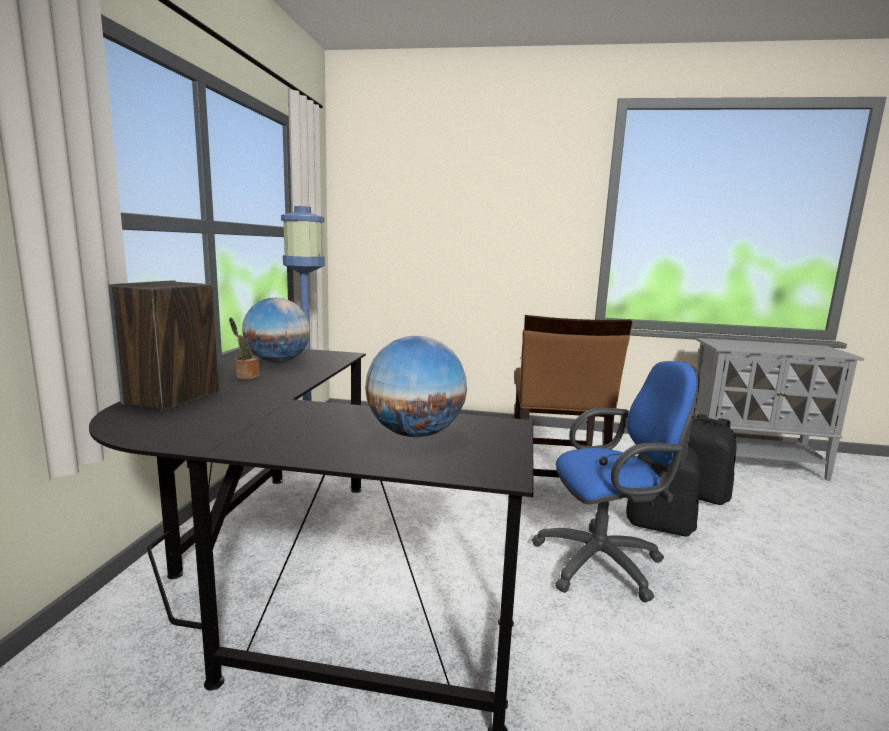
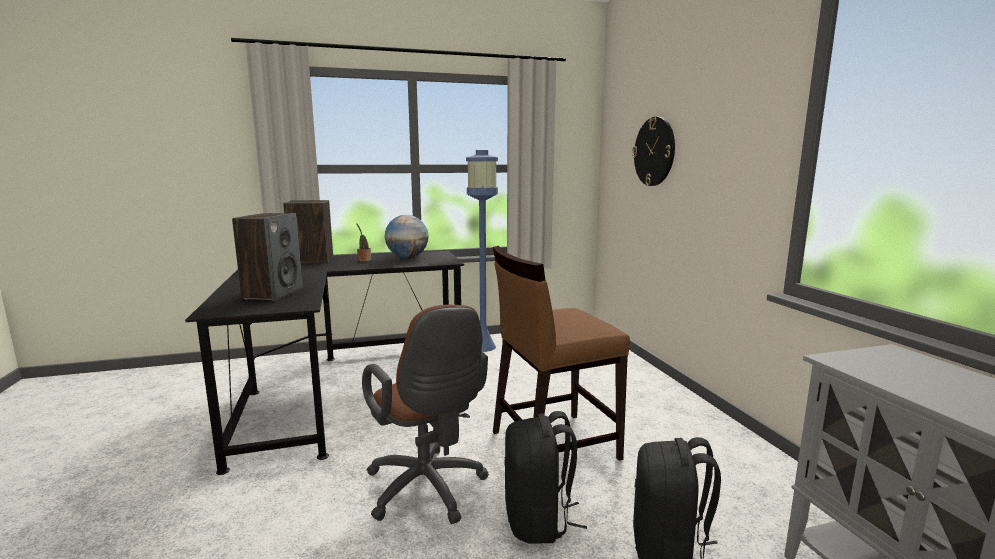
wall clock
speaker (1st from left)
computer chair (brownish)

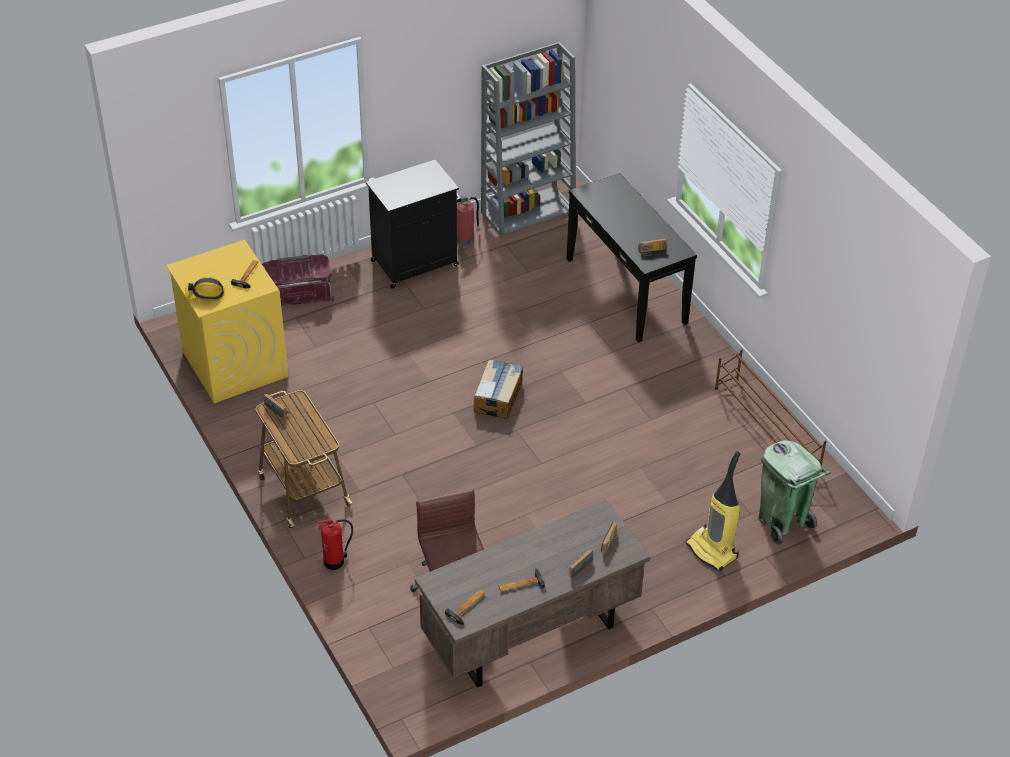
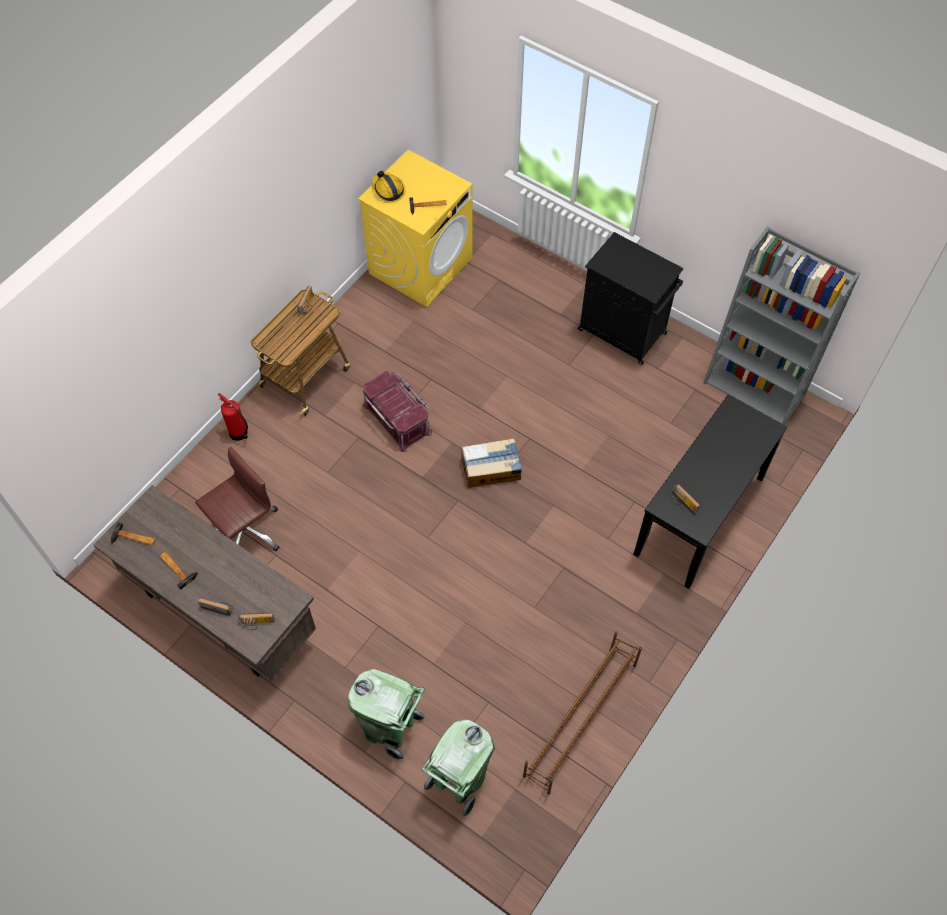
fire-fighting cylinder (2nd from left in the first image)
storage bin (red-coloured)
trash can (green) (1st from left)

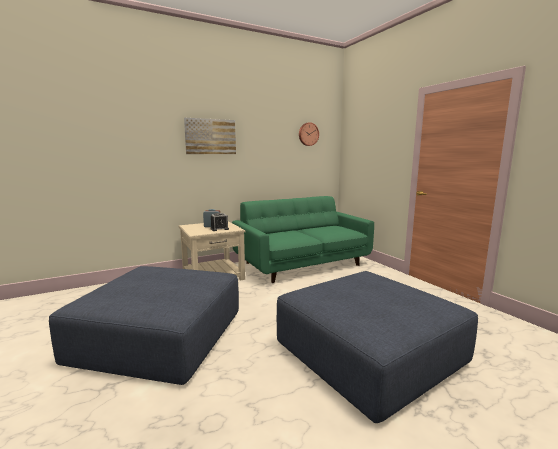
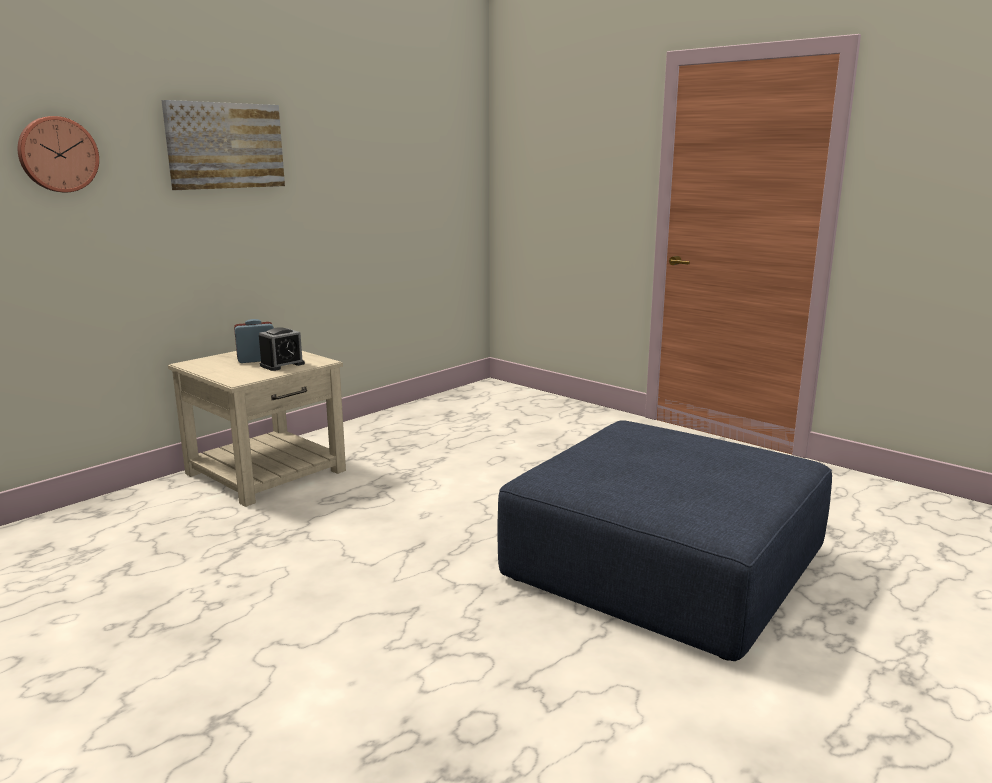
pouffe (blue) (1st from left in the first image)
settee (green)
wall clock

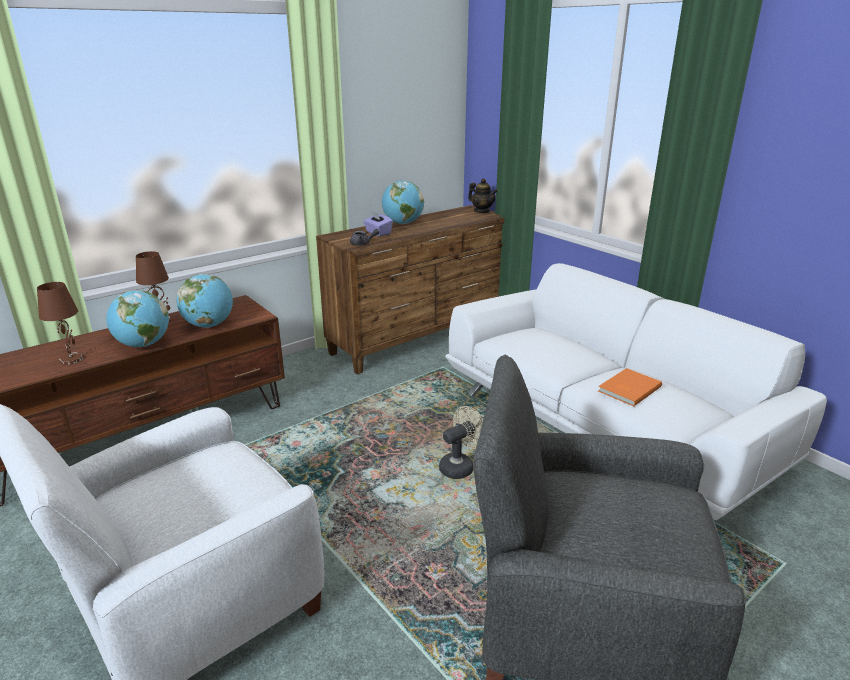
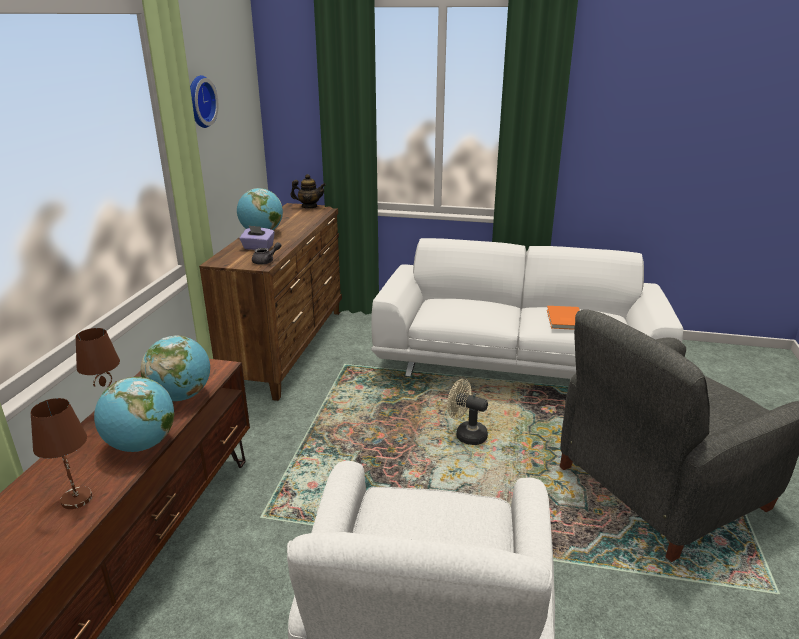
wall clock
fan (beige)

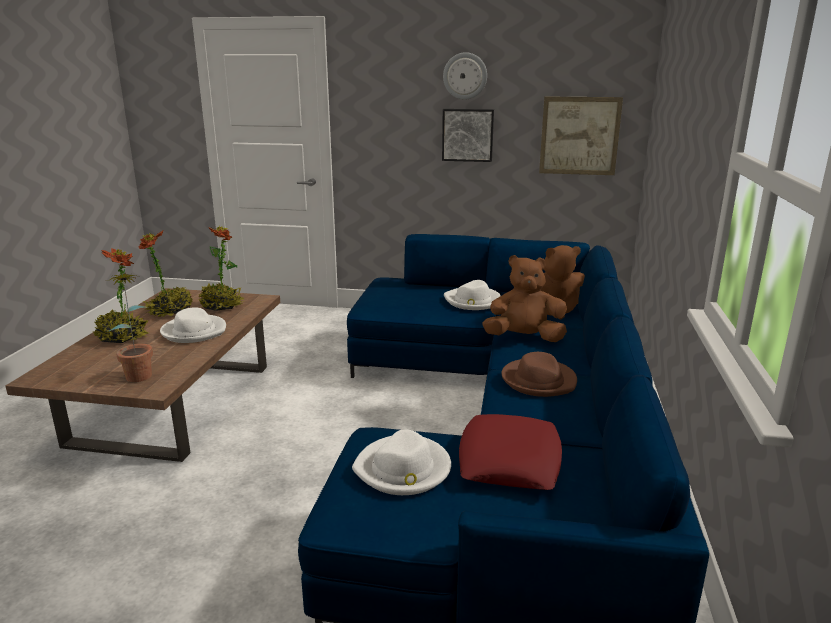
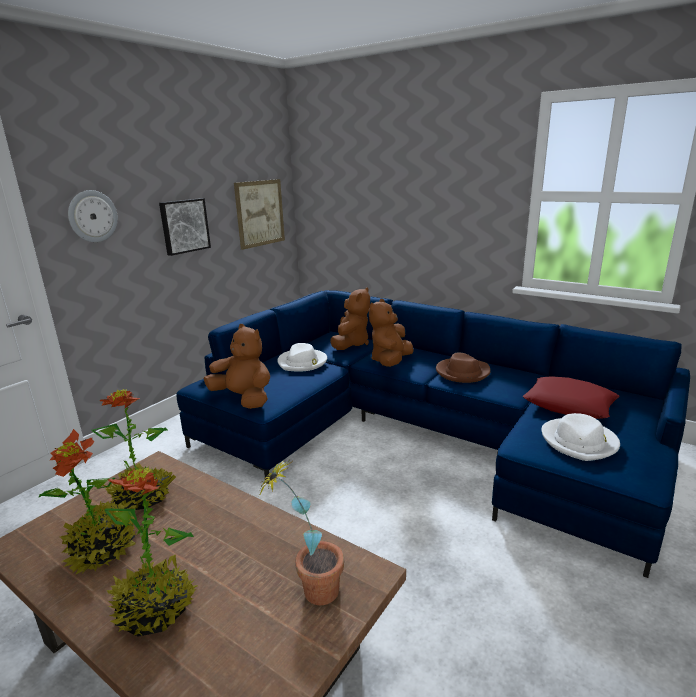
clothing hat (whitish) (1st from left in the first image)
plush toy (brownish) (1st from left)
wall clock

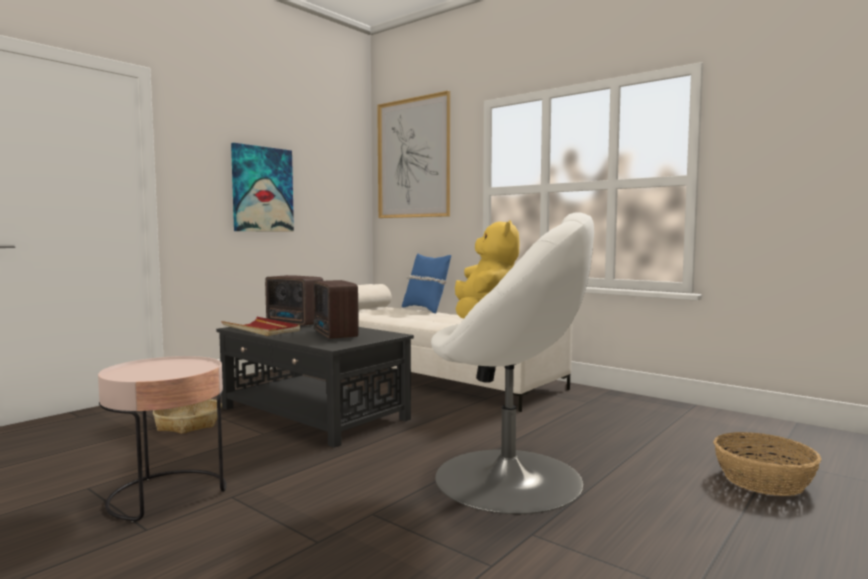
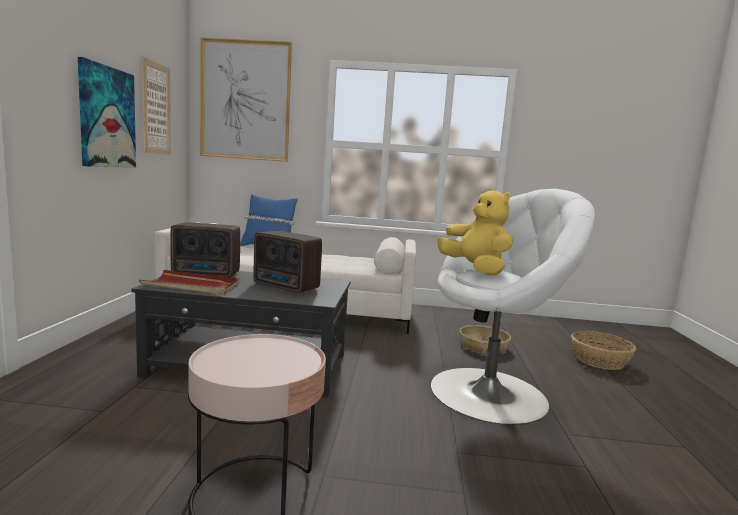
picture (2nd from left)
household basket (1st from left)

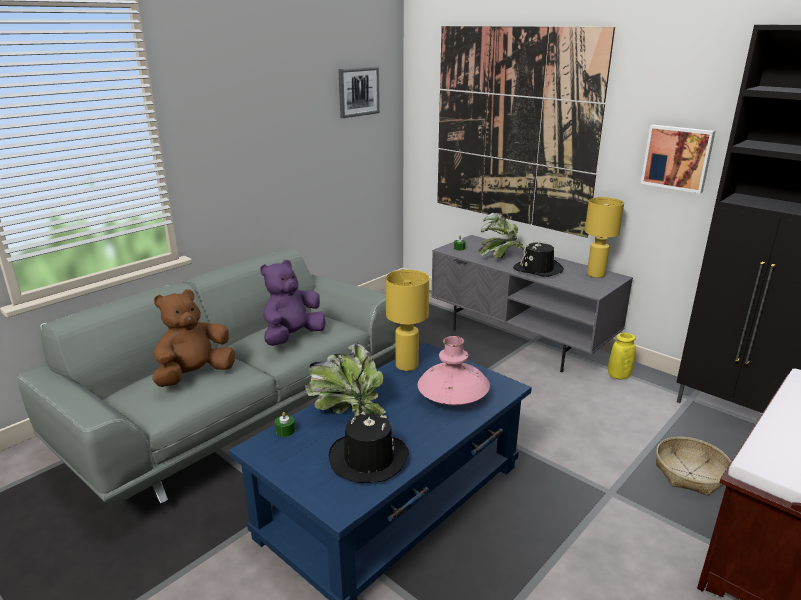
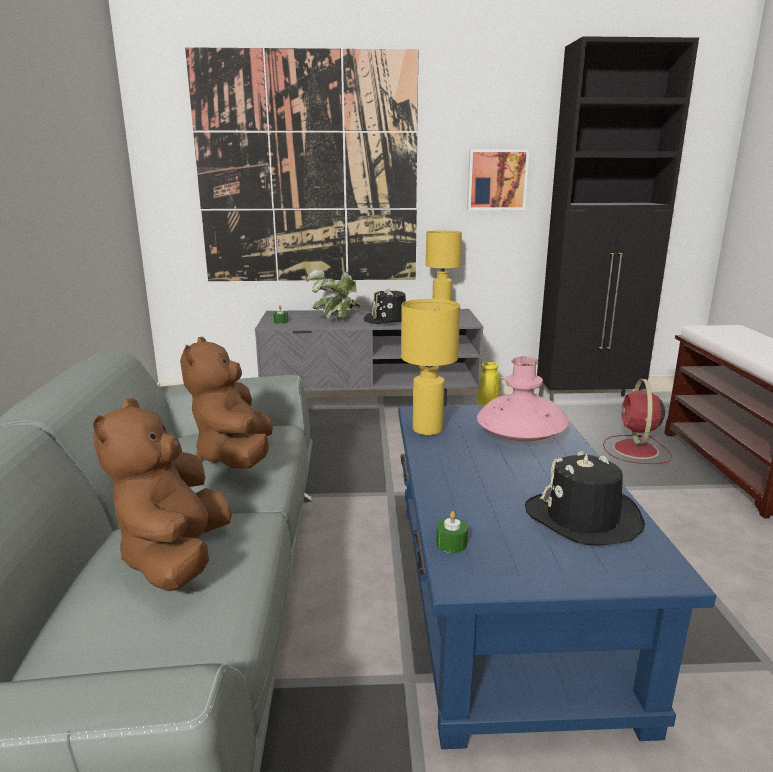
plant in a pot (1st from left in the first image)
picture (1st from left in the first image)
fan (red-coloured)
plush toy (brownish) (2nd from left)

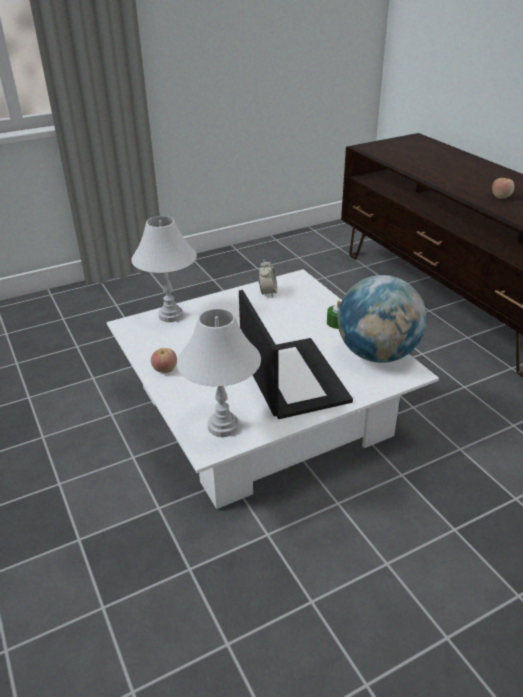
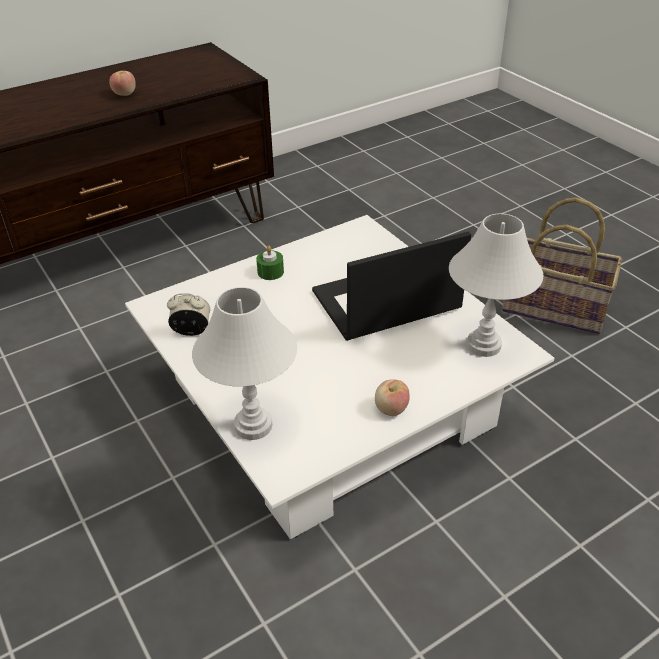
world globe
household basket

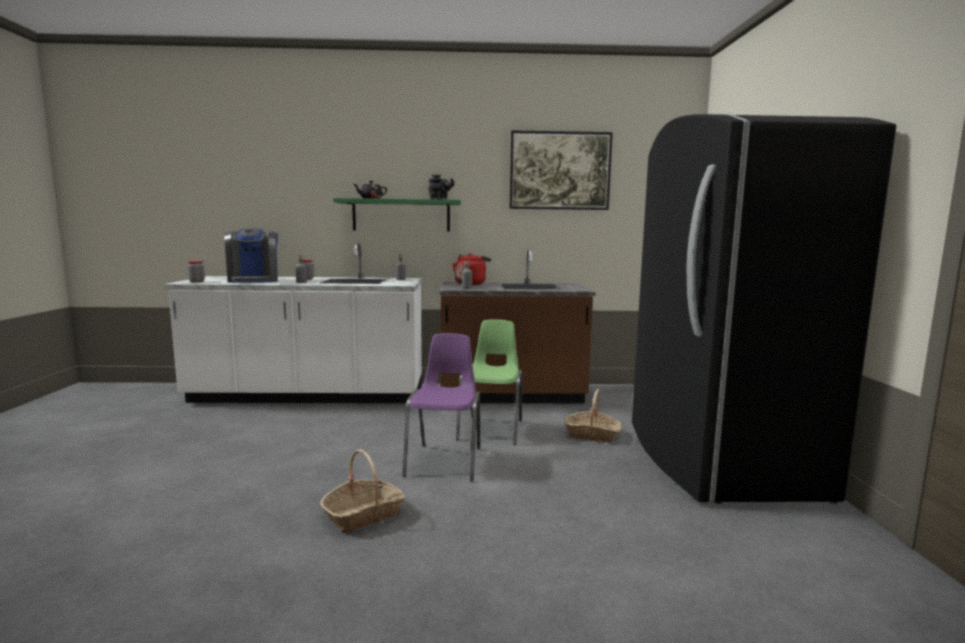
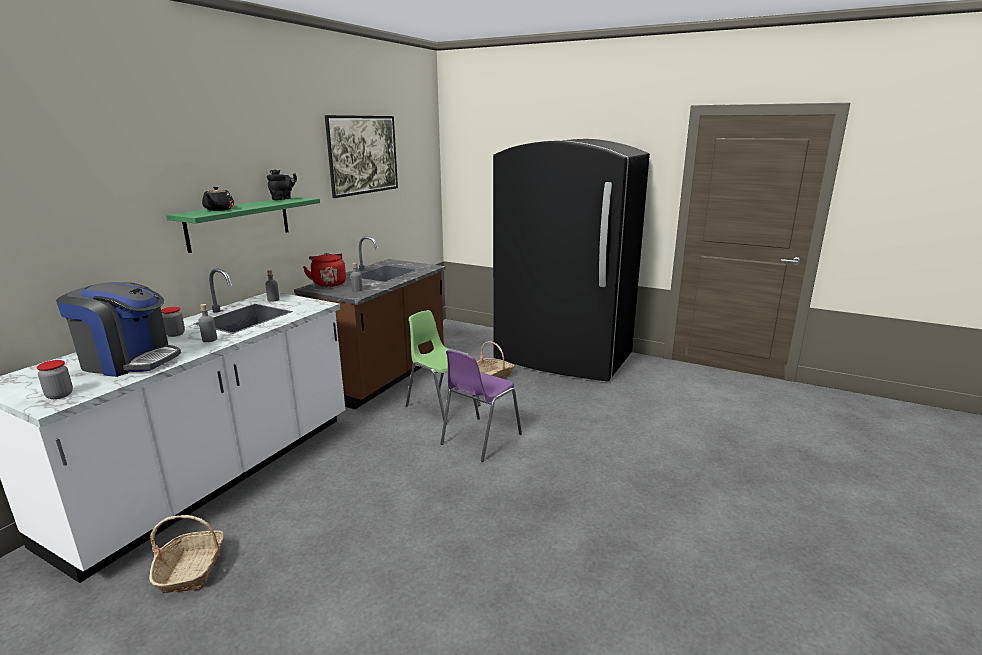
household basket (1st from left)
chair (purple)

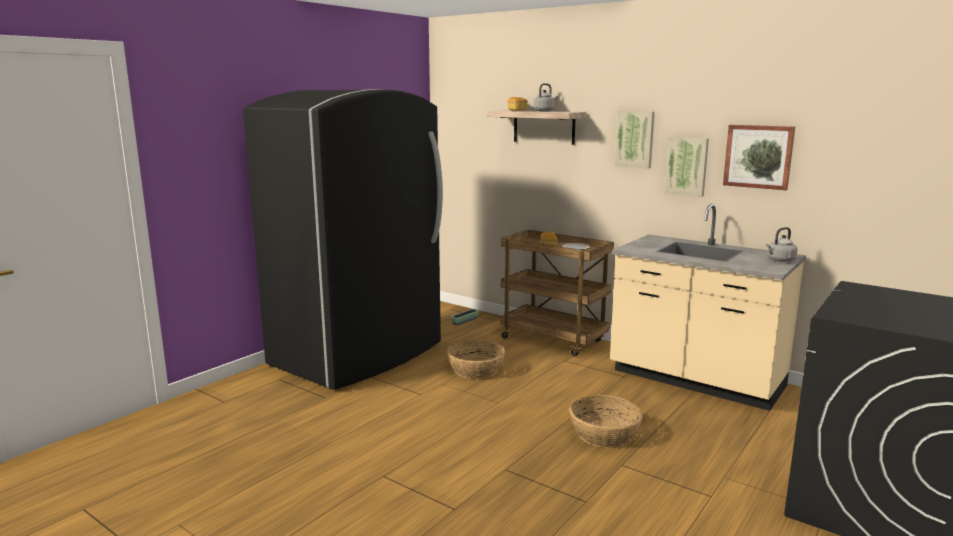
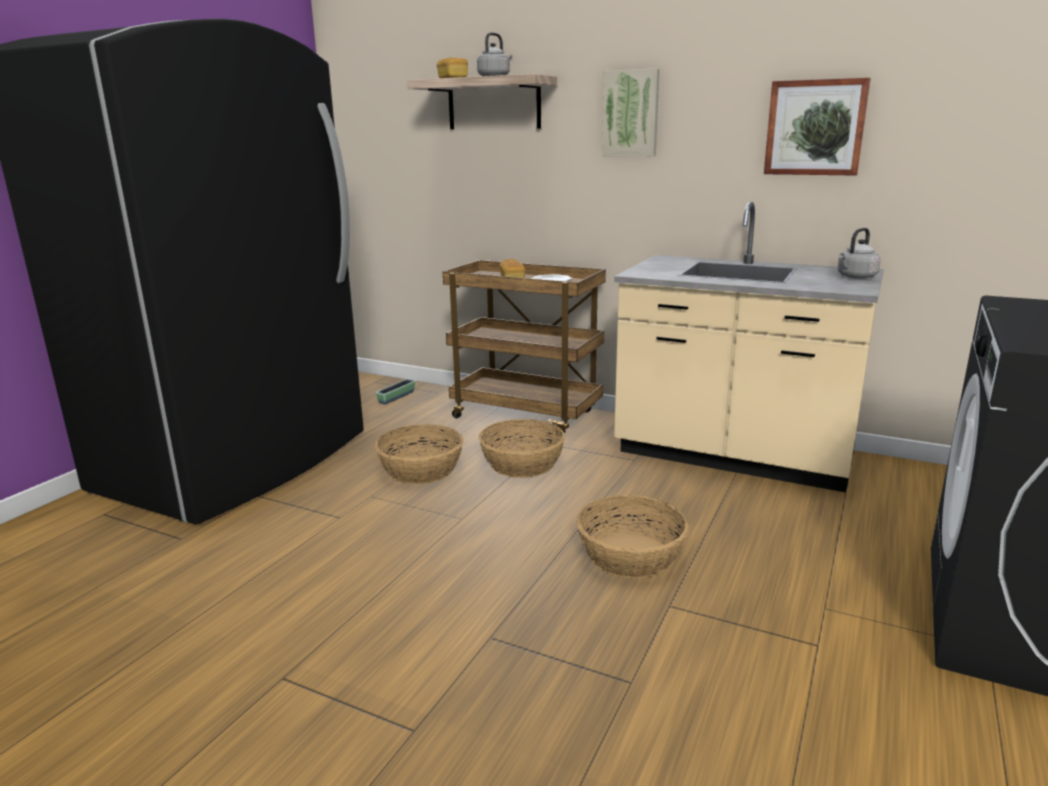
picture (2nd from left in the first image)
household basket (2nd from left)

